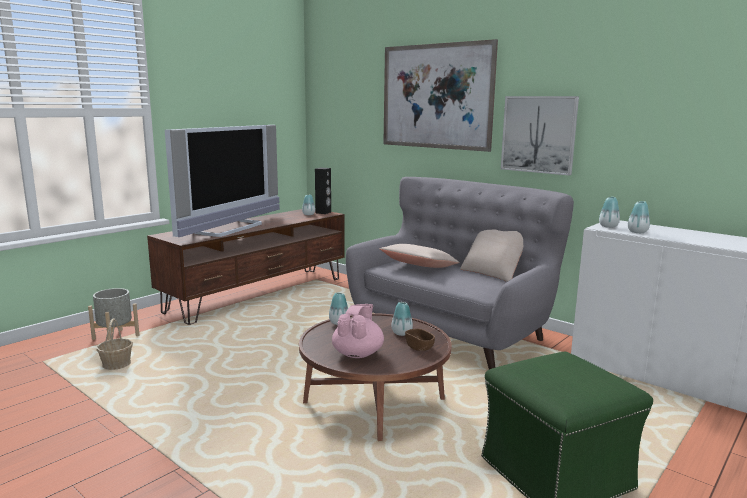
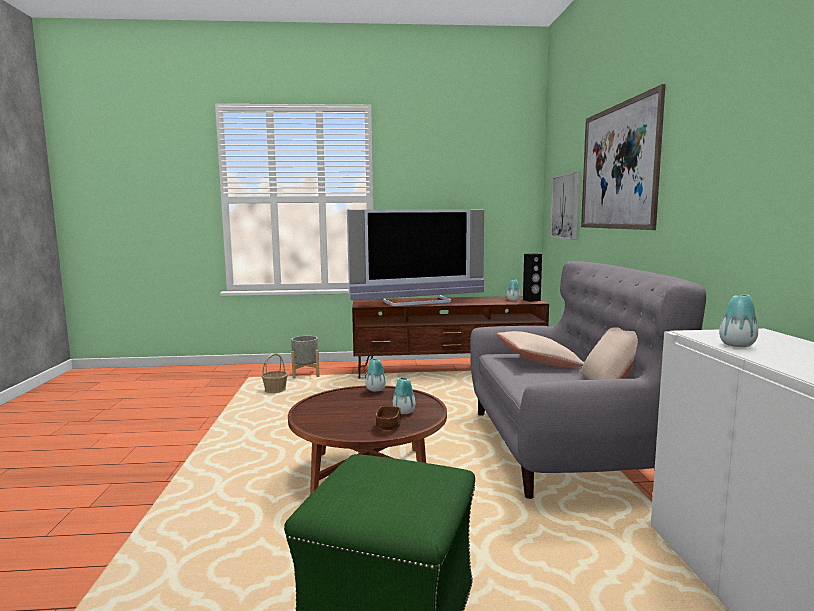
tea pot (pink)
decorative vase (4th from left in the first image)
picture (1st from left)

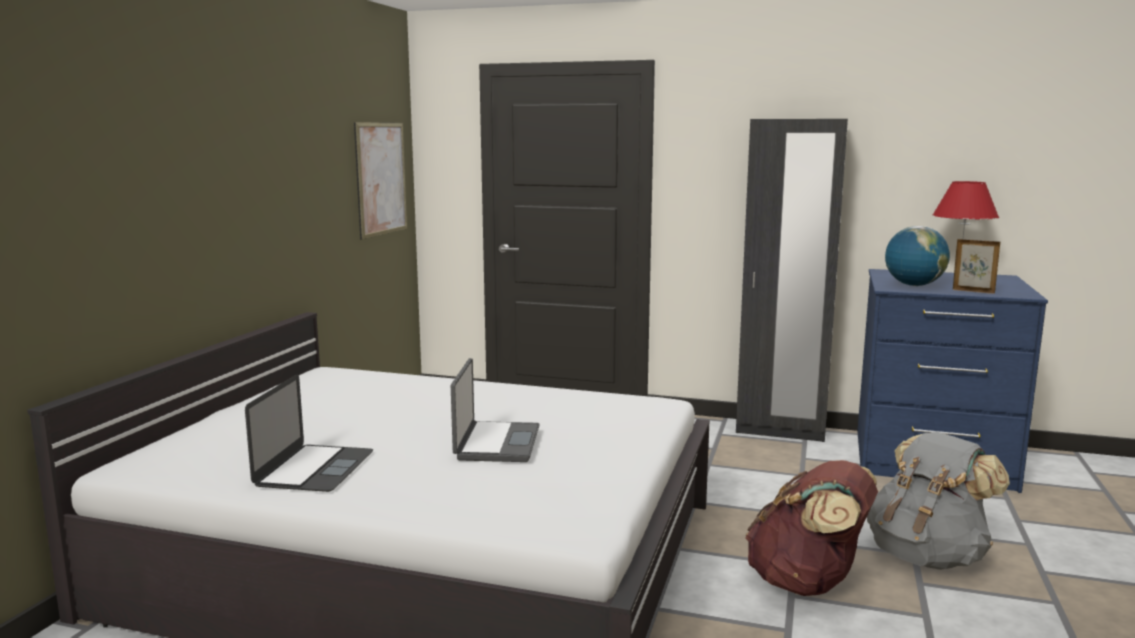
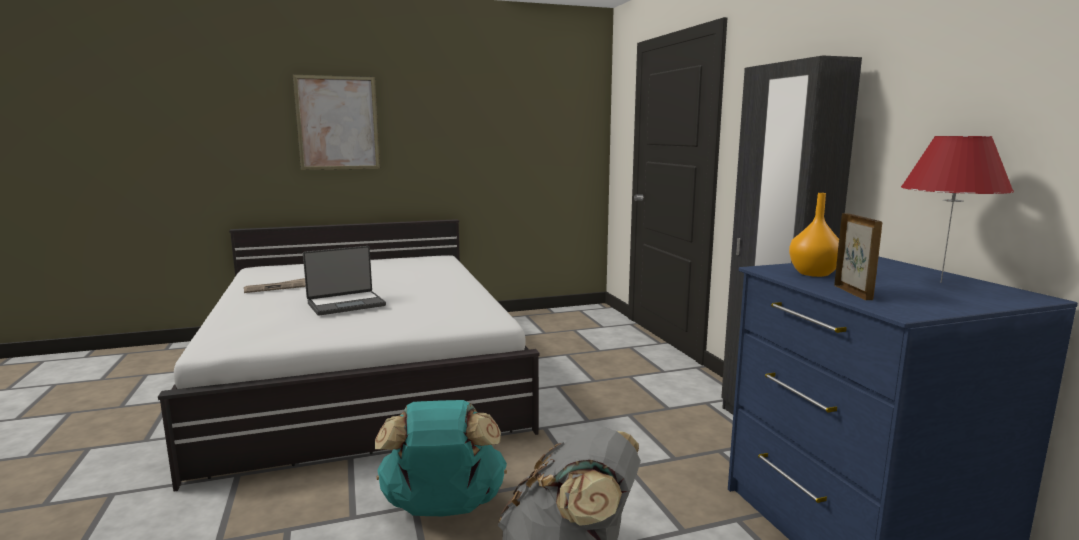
picture
printed paper
decorative vase (orange-coloured)
backpack (turquoise-coloured)

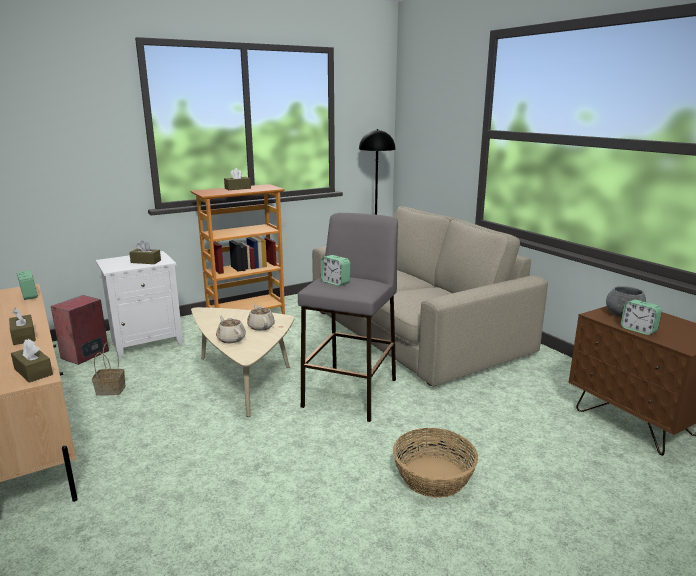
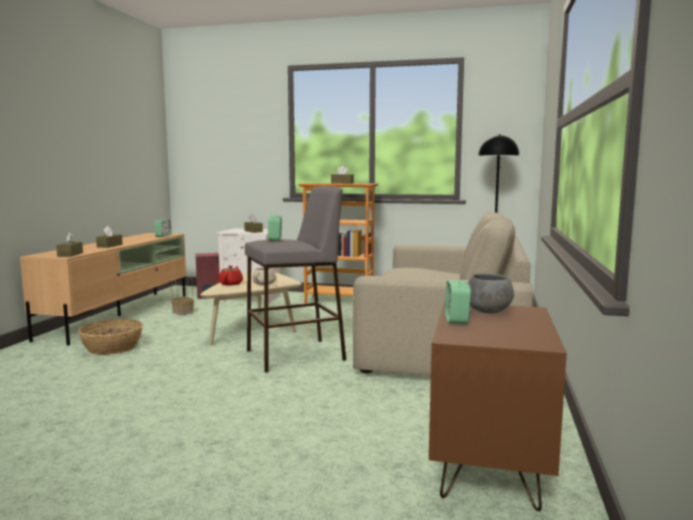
household basket (1st from left)
tea pot (red-coloured)

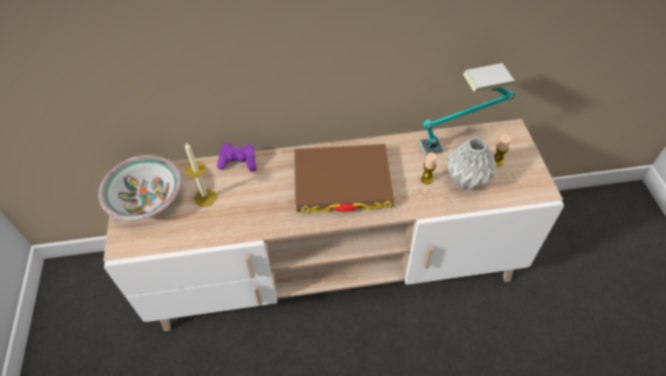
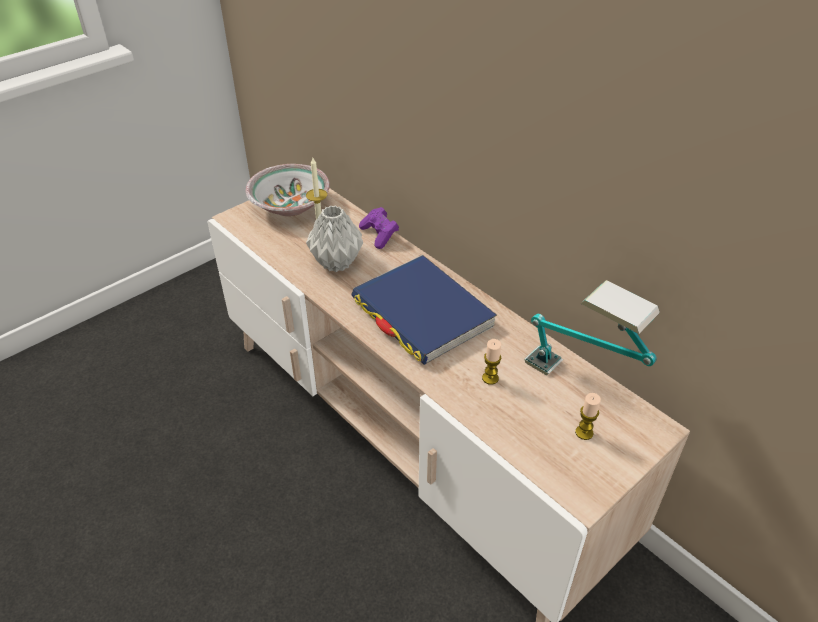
decorative vase (gray)
book (blue)

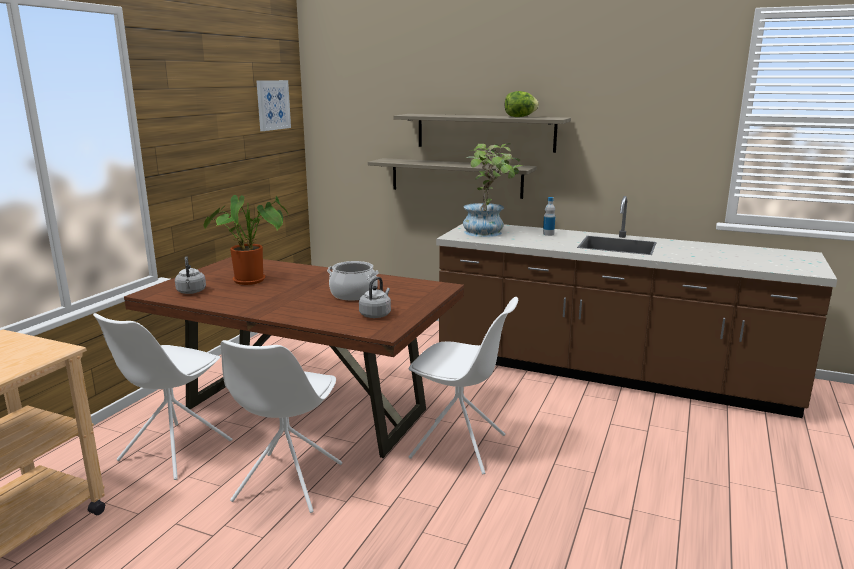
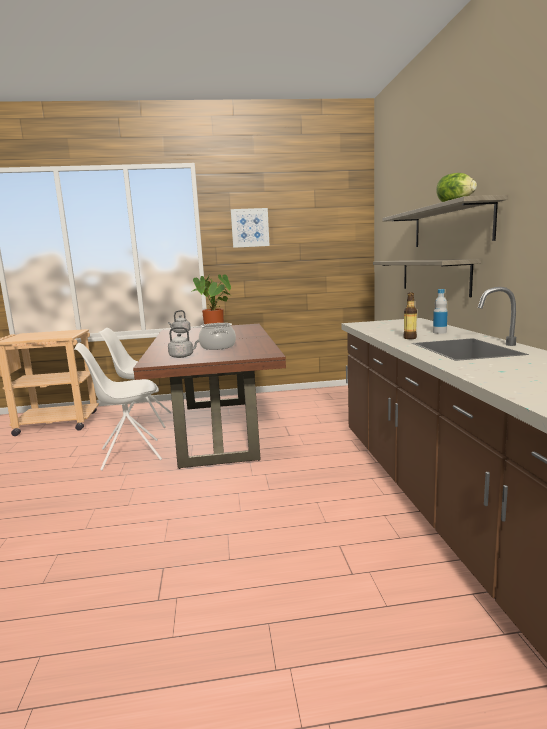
chair (whitish) (3rd from left in the first image)
plant in a pot (2nd from left in the first image)
beverage bottle (1st from left)
picture

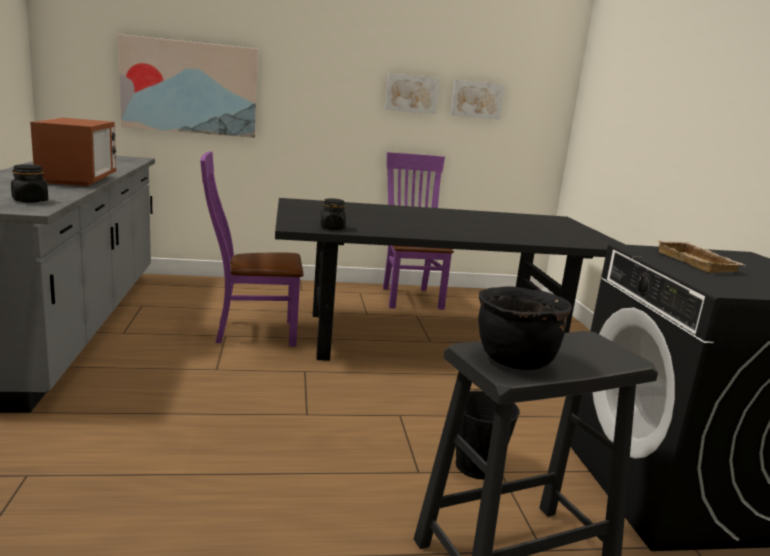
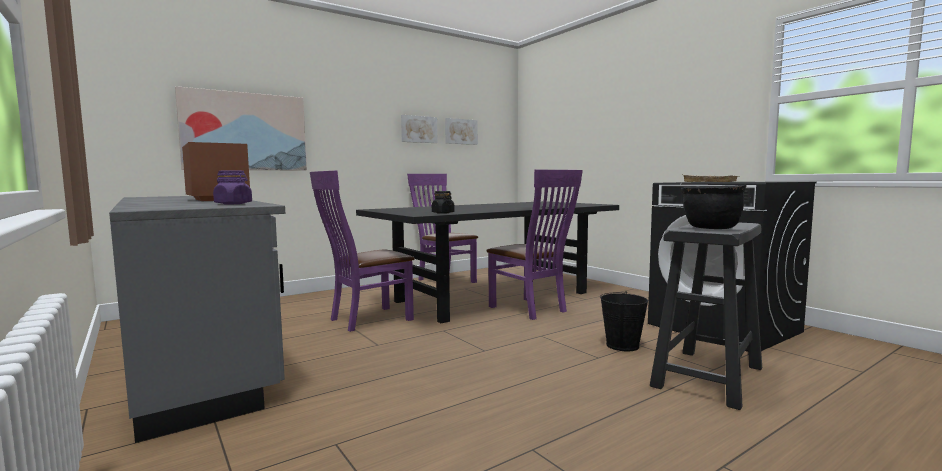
chair (purple) (3rd from left)
preserve jar (purple)

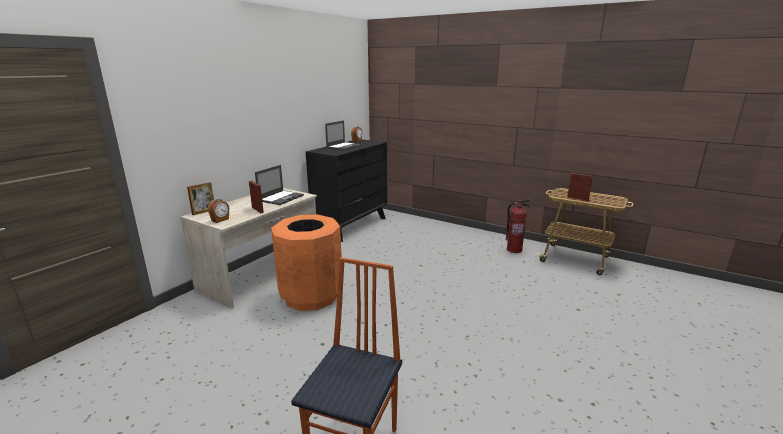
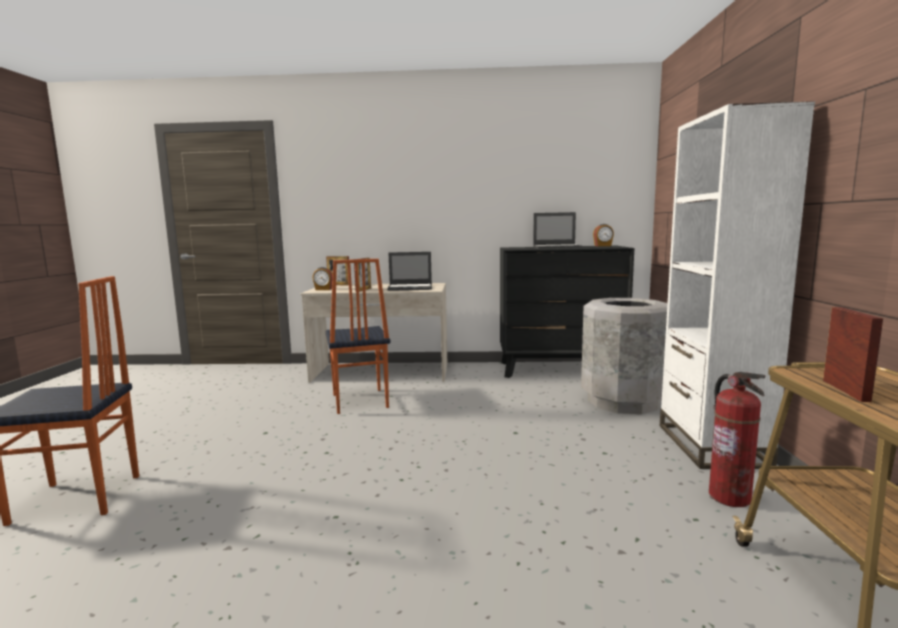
trash can (gray)
bookcase (whitish)
chair (2nd from left)

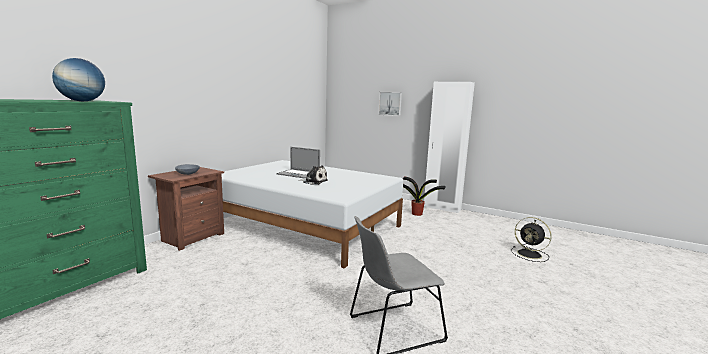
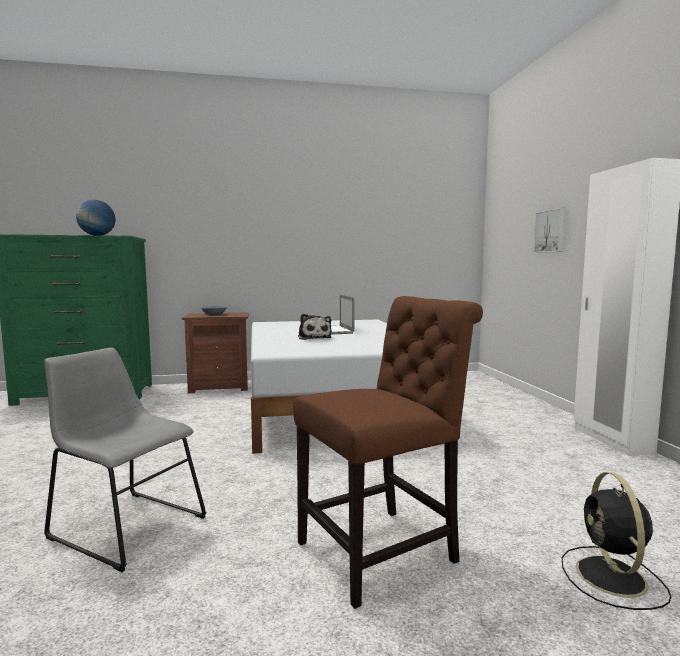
plant in a pot
chair (brownish)

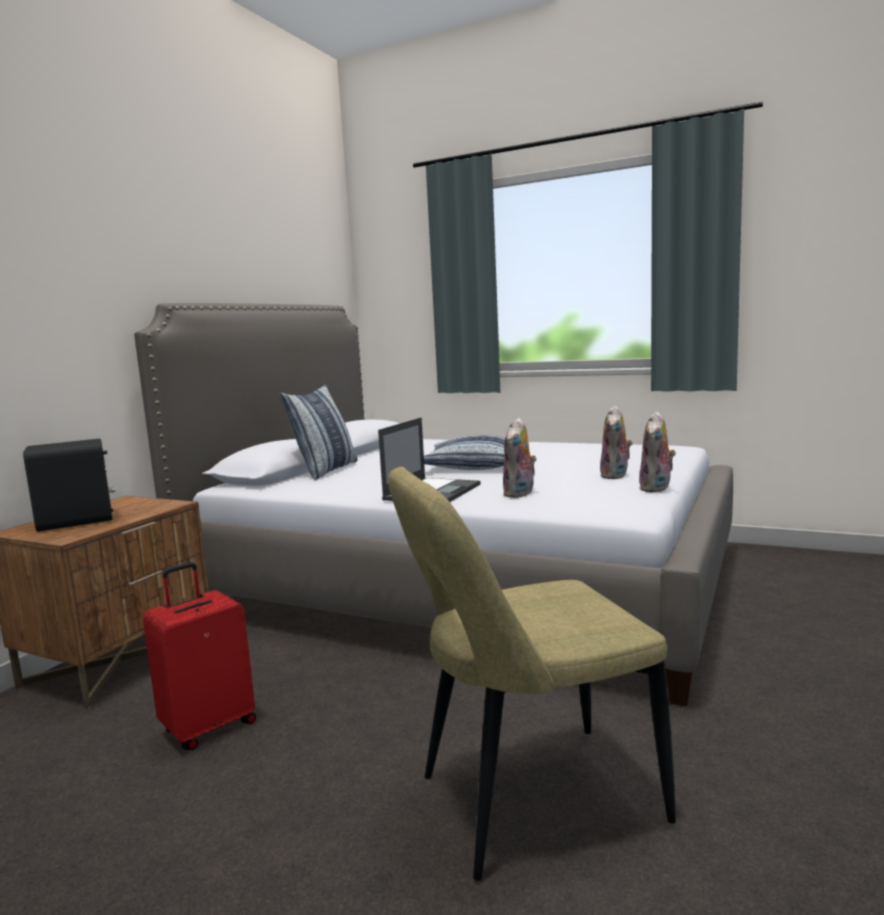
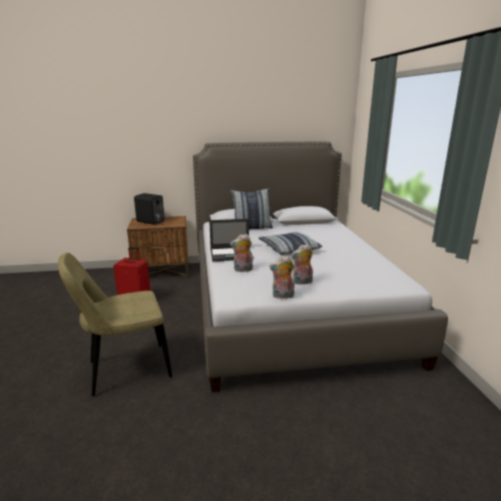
chair (beige)

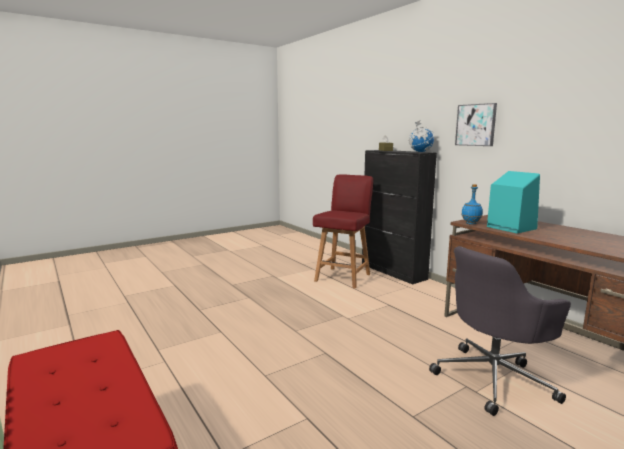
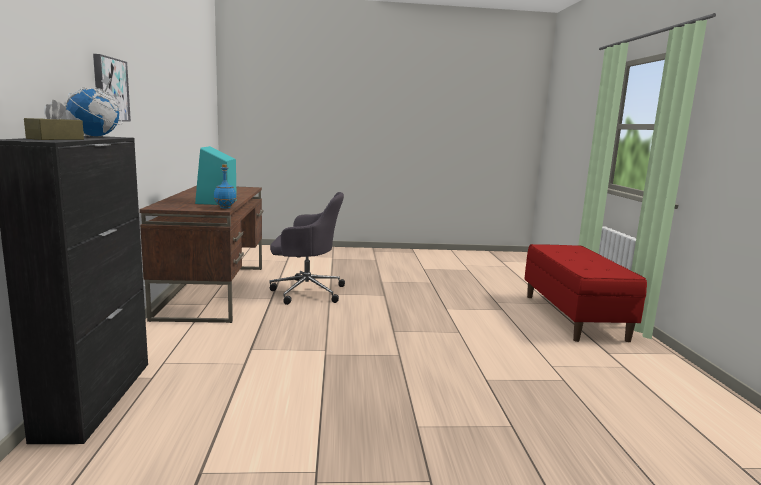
chair (red-coloured)

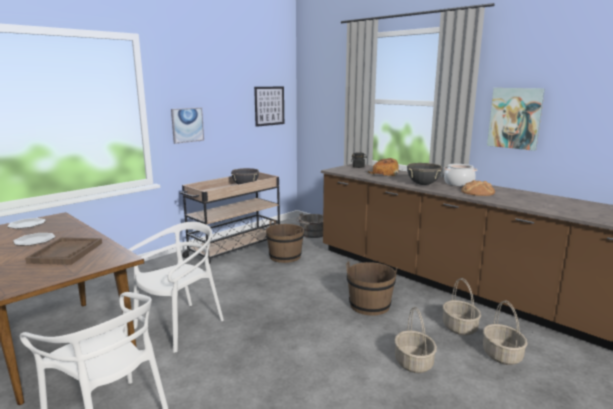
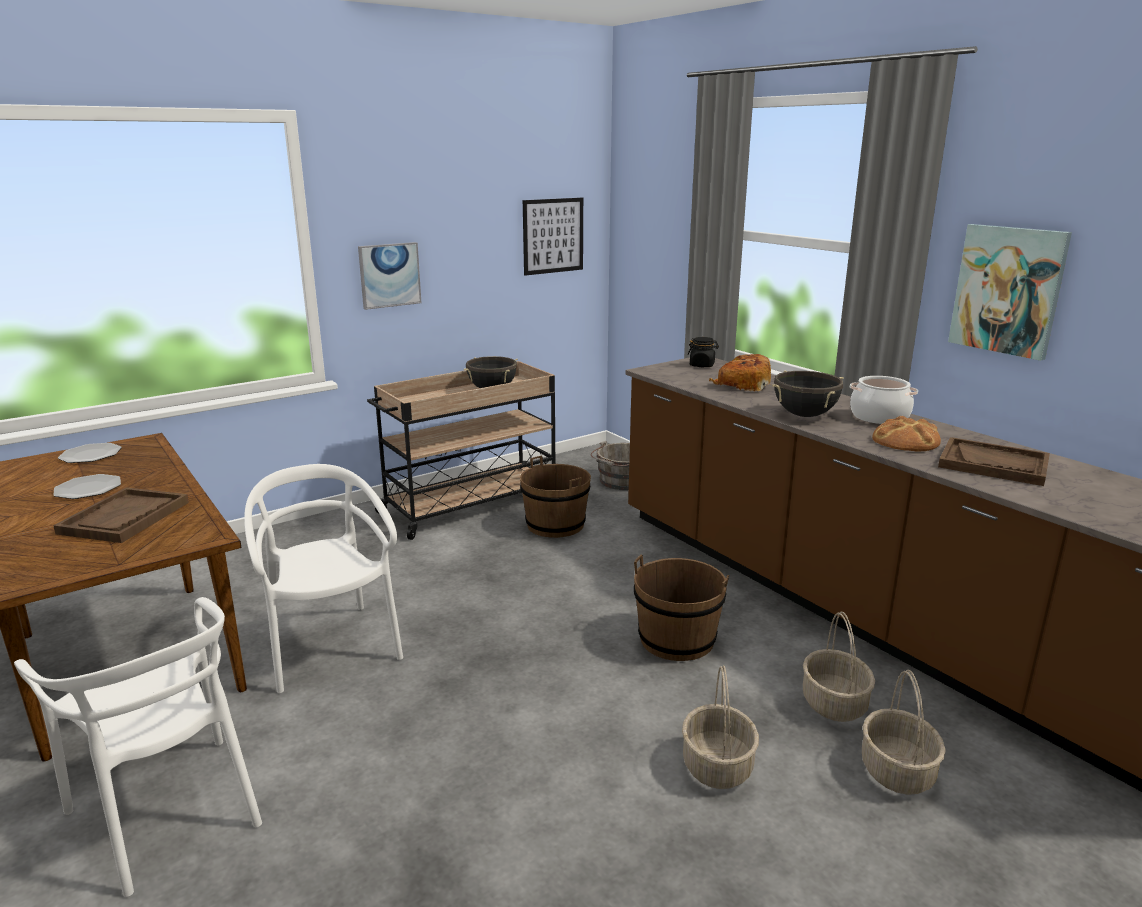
serving tray (brownish) (2nd from left)
chair (whitish) (2nd from left)

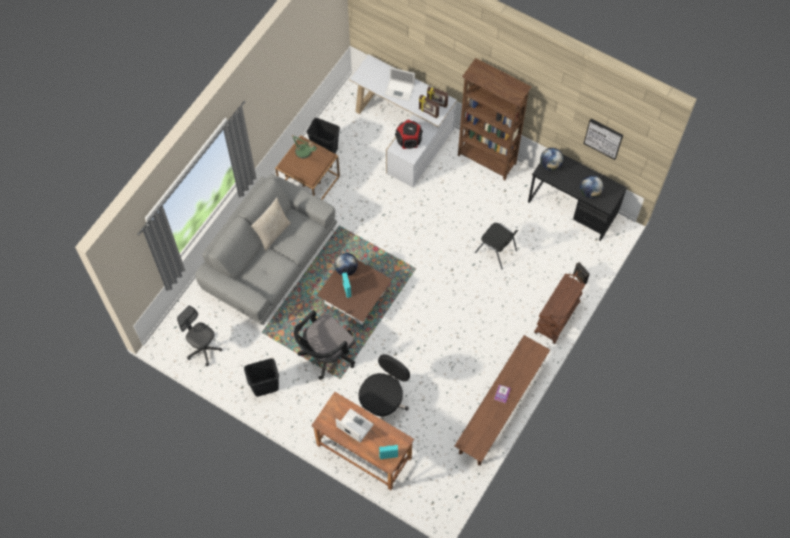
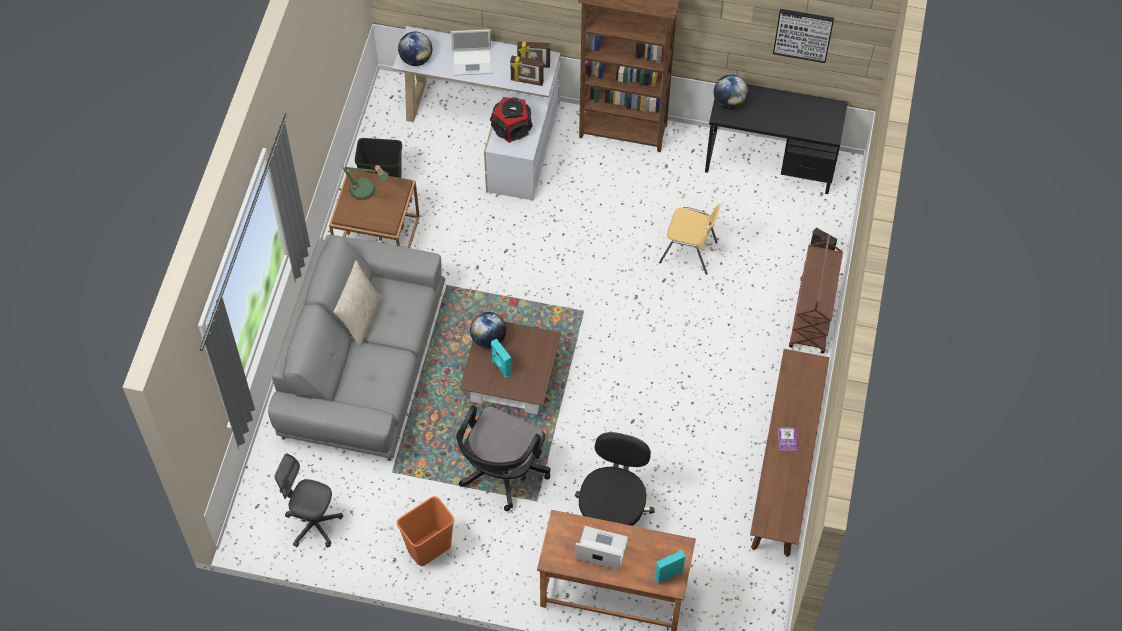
world globe (1st from left)
trash can (orange-coloured)
chair (yellow)

